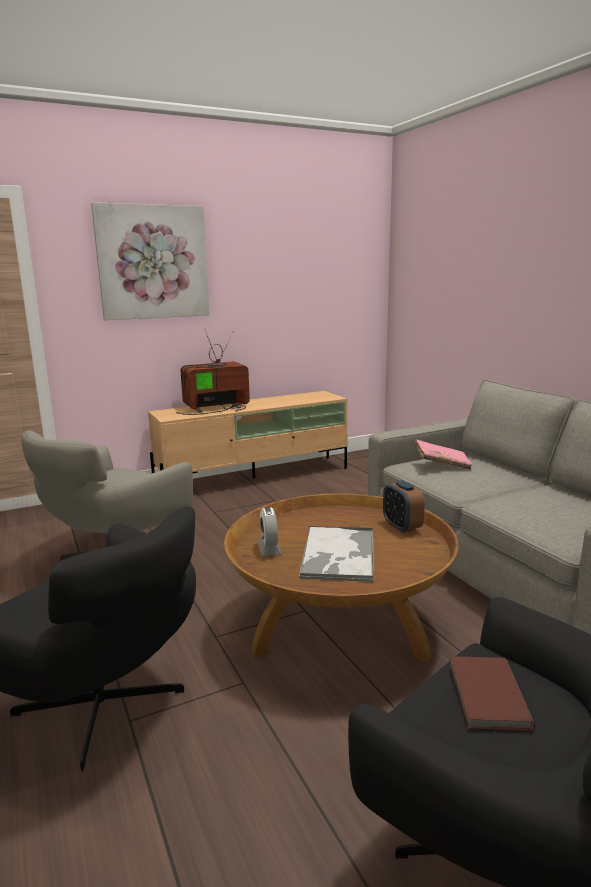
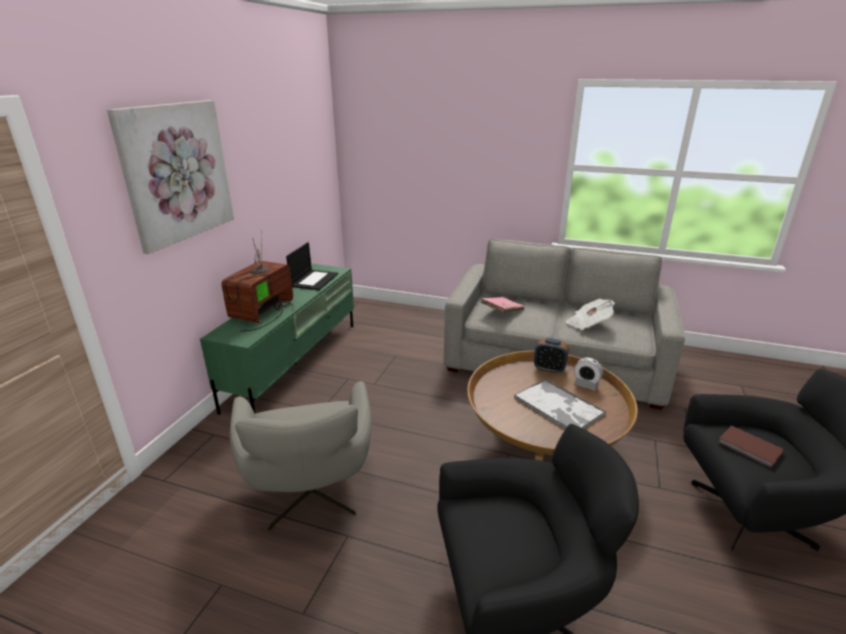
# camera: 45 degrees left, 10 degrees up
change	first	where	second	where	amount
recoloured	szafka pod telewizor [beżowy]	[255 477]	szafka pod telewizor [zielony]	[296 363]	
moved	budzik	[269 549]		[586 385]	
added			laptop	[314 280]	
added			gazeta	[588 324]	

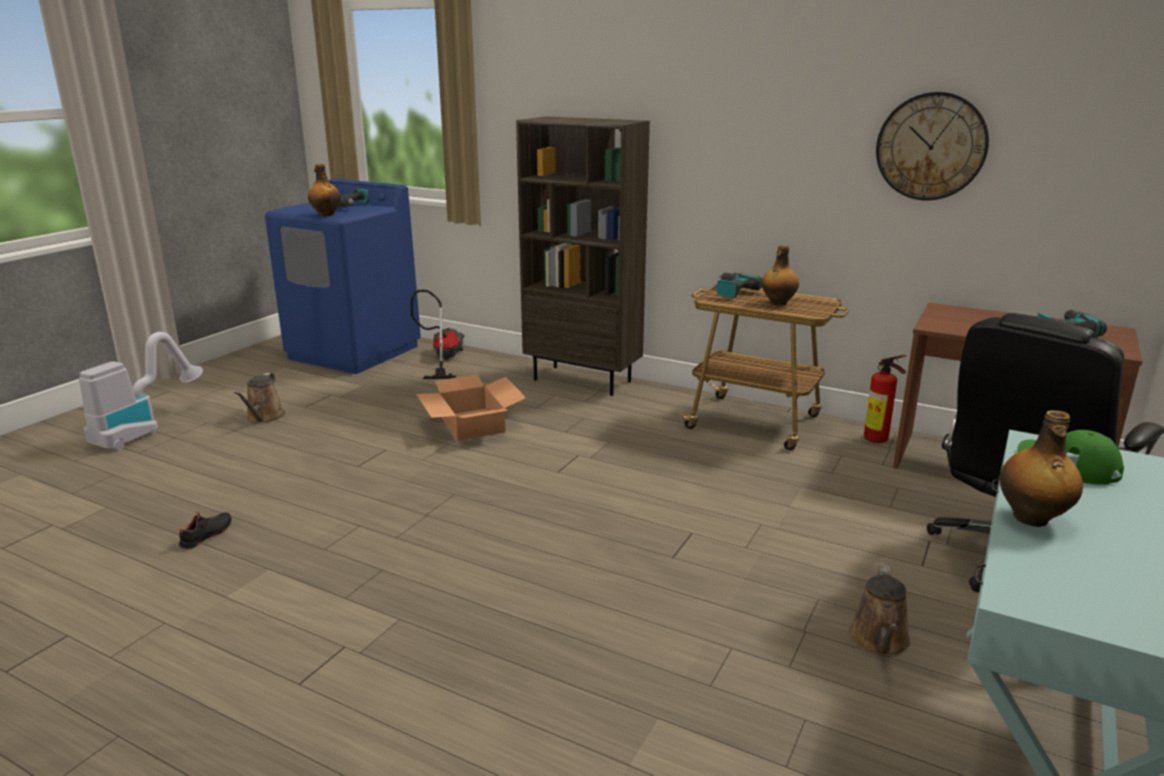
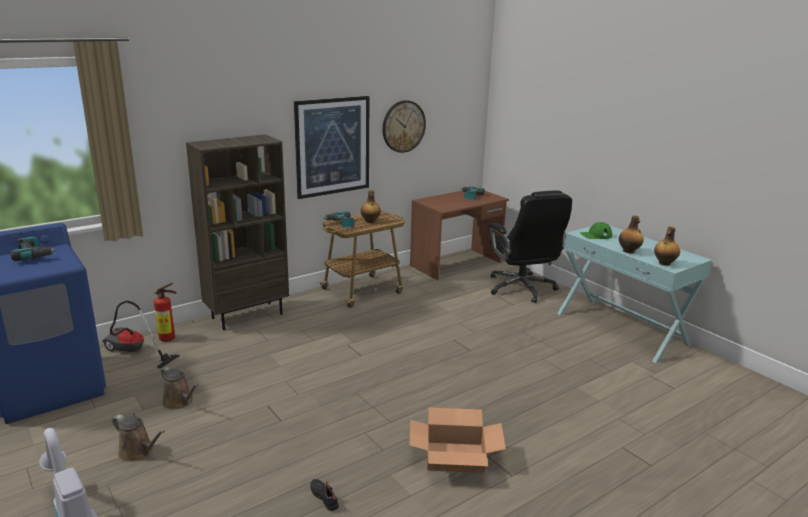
# camera: 65 degrees left, 0 degrees up
change	first	where	second	where	amount
moved	butelka	[326 215]		[664 263]	
moved	gaśnica	[878 441]		[169 339]	
moved	karton	[472 424]		[455 457]	
moved	konewka [brązowy]	[879 642]		[179 402]	
added			obraz	[332 146]	

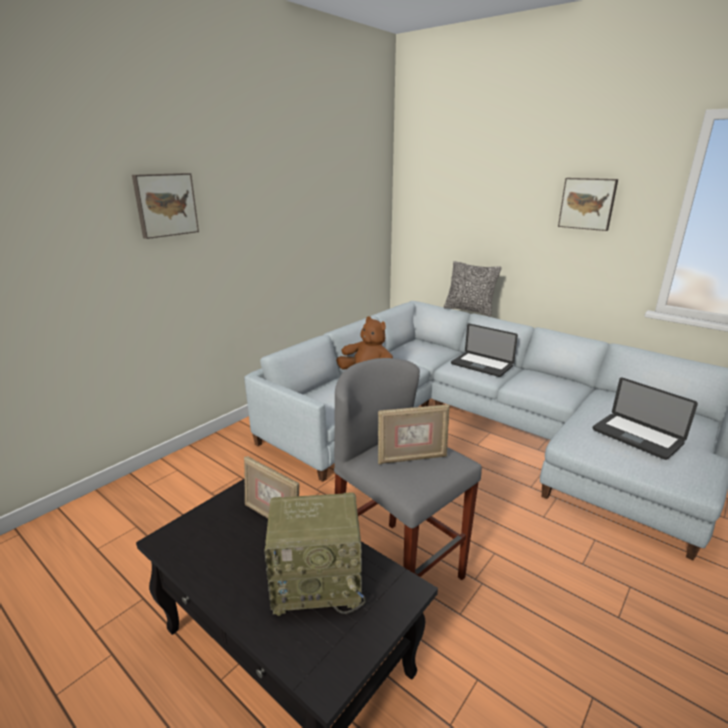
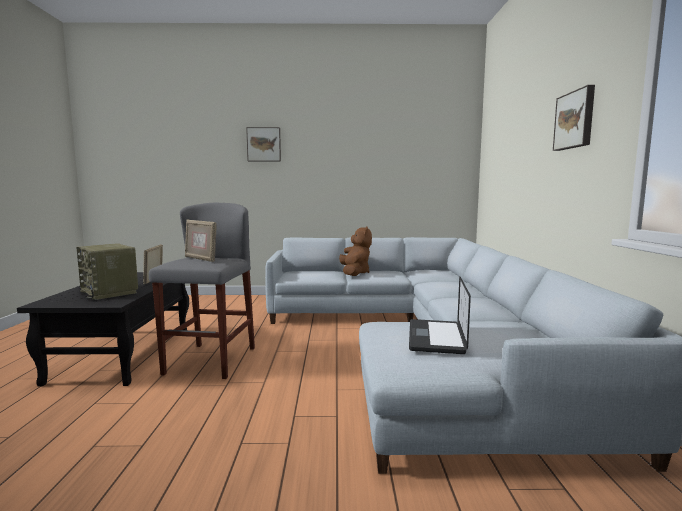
# camera: 50 degrees right, 15 degrees down
change	first	where	second	where	amount
removed	poduszka	[469 310]			
removed	laptop	[481 365]			

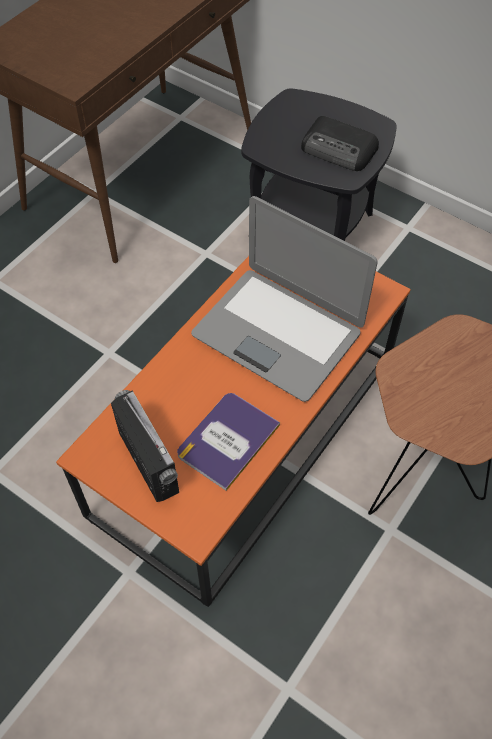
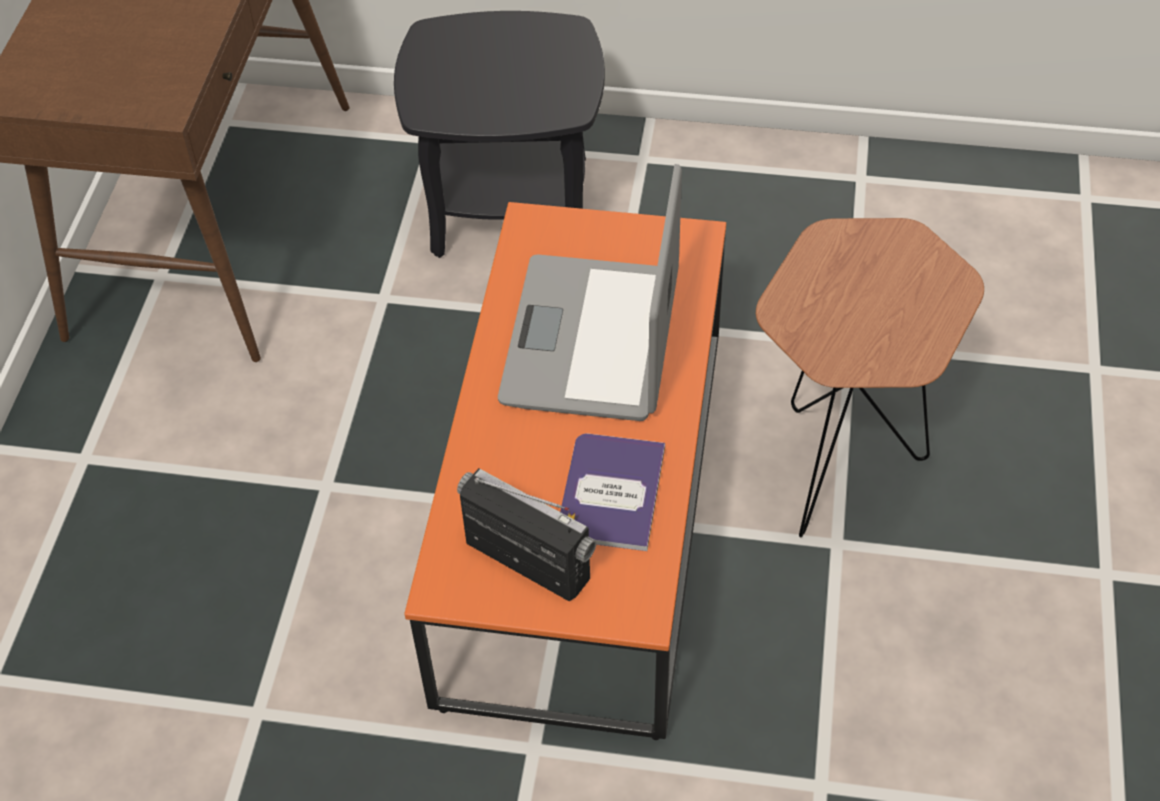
# camera: 25 degrees left, 5 degrees down
change	first	where	second	where	amount
removed	radio	[339 150]			
turned	laptop	[278 332]		[593 339]	90 degrees clockwise

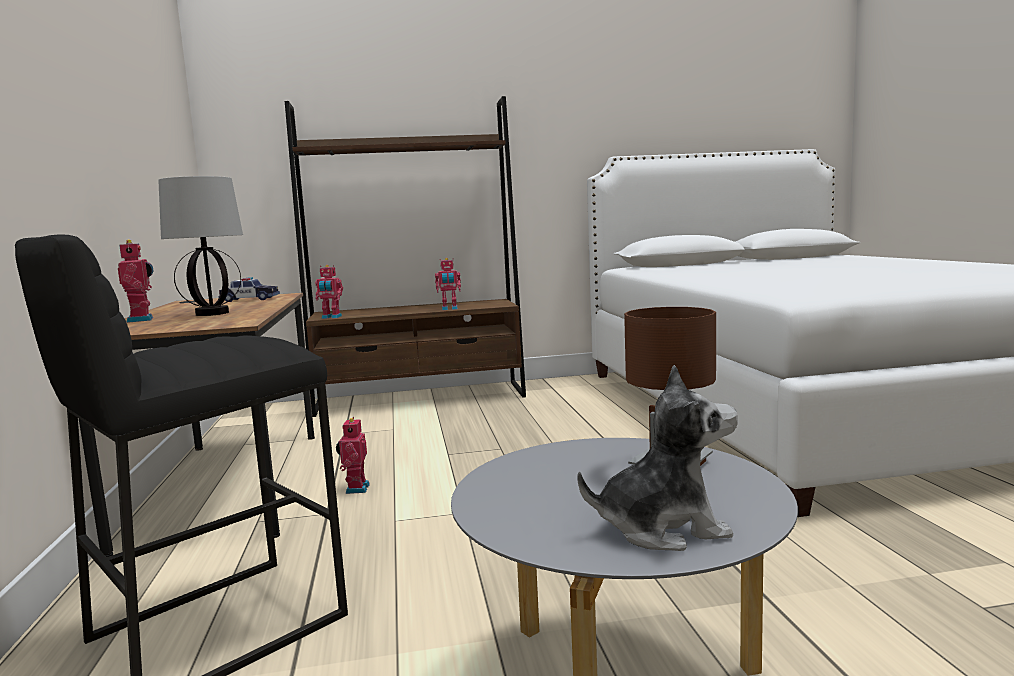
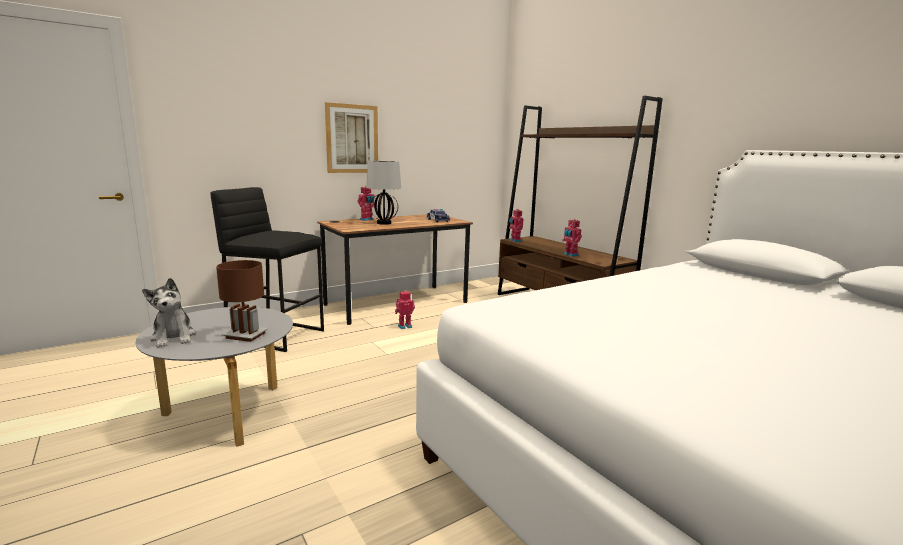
# camera: 65 degrees right, 5 degrees up
change	first	where	second	where	amount
added			obraz	[352 139]	

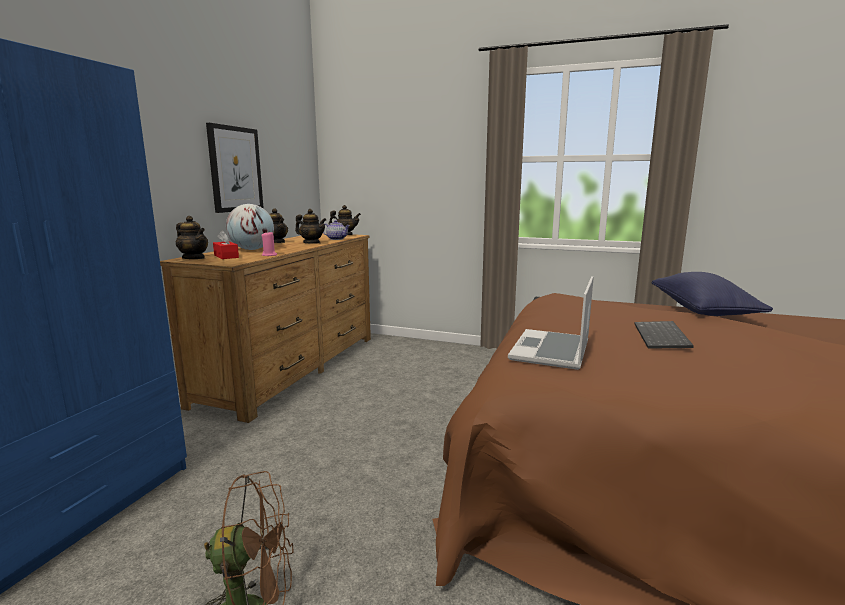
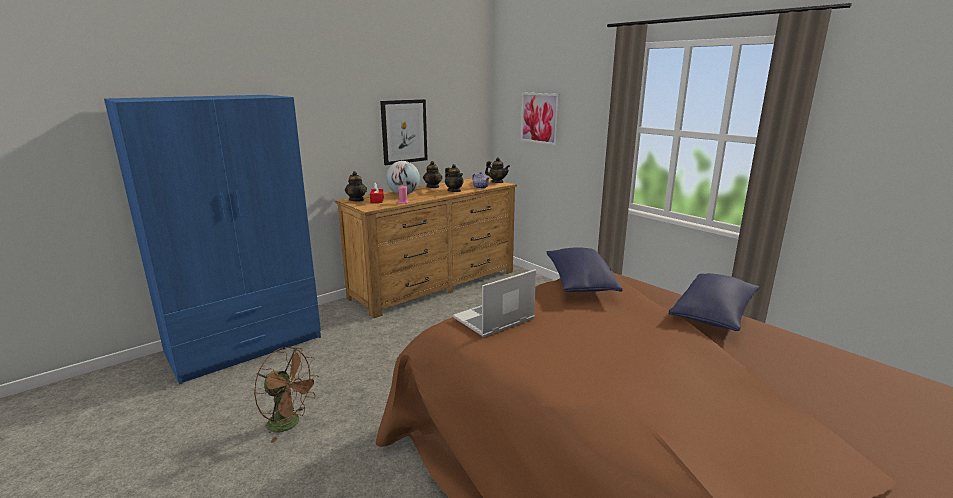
# camera: 30 degrees right, 5 degrees up
change	first	where	second	where	amount
removed	klawiatura	[663 337]			
added			obraz	[540 118]	
added			poduszka [niebieski]	[579 283]	

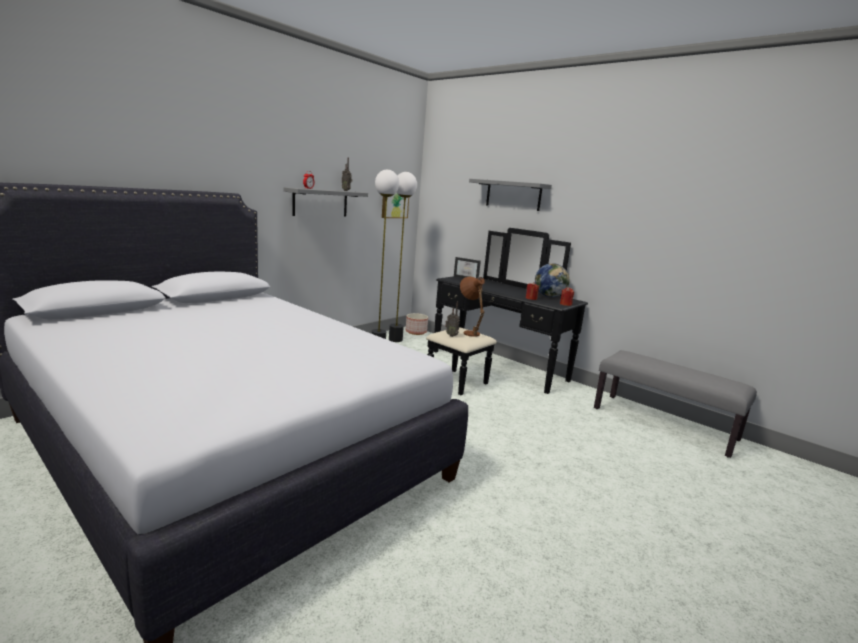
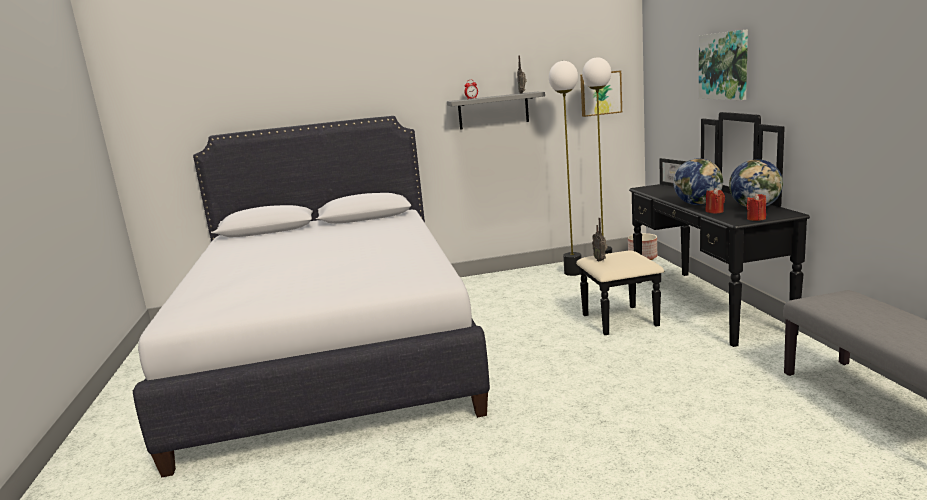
# camera: 40 degrees right, 0 degrees up
change	first	where	second	where	amount
replaced	półka [szary]	[513 195]	obraz	[724 65]	
removed	lampa stołowa [brązowy]	[469 332]			
added			globus	[698 204]	

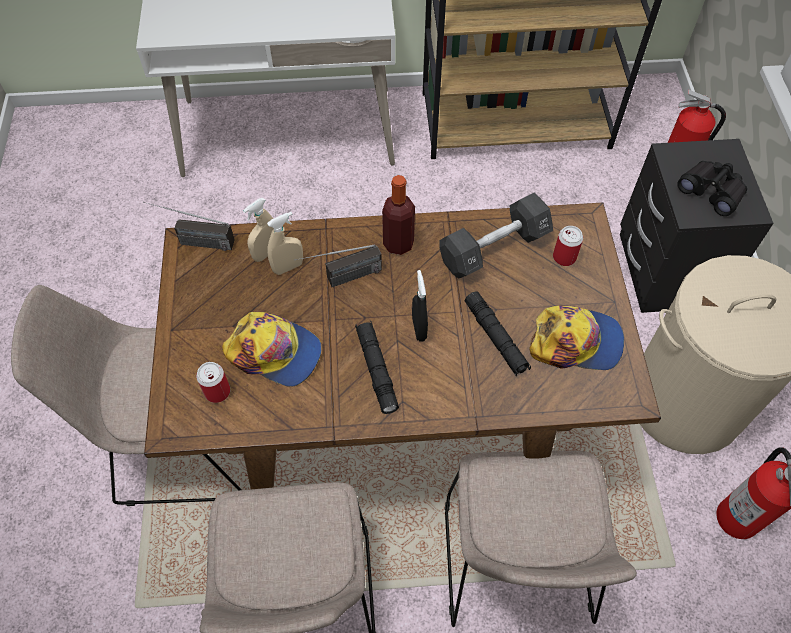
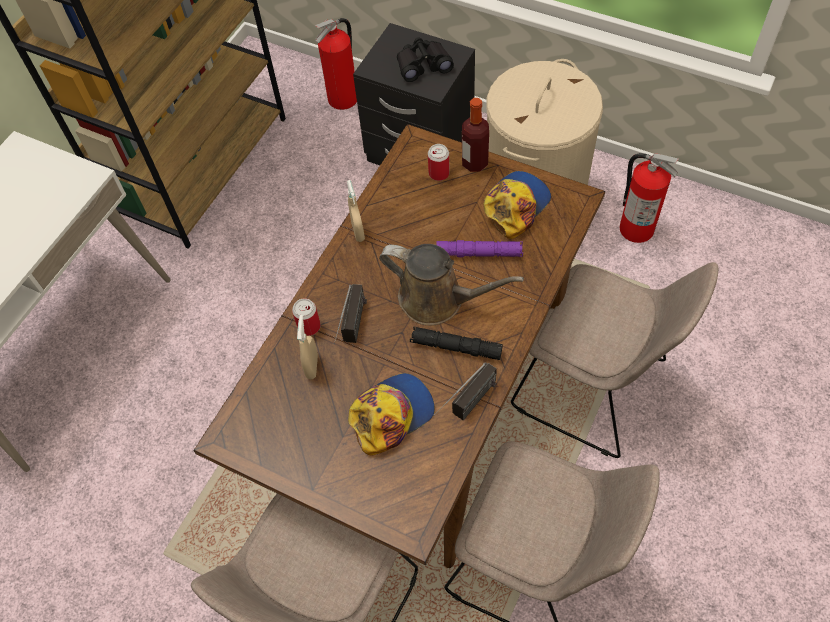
# camera: 55 degrees left, 0 degrees up
change	first	where	second	where	amount
moved	butelka	[398 244]		[474 163]	
removed	hantel [czarny]	[494 248]			
moved	spryskiwacz [beżowy]	[266 253]		[358 232]	
moved	radio	[193 242]		[466 409]	
replaced	spryskiwacz [czarny]	[419 328]	konewka [brązowy]	[437 299]	
recoloured	latarka [czarny]	[495 337]	latarka [fioletowy]	[479 253]	
moved	puszka	[217 391]		[309 326]	

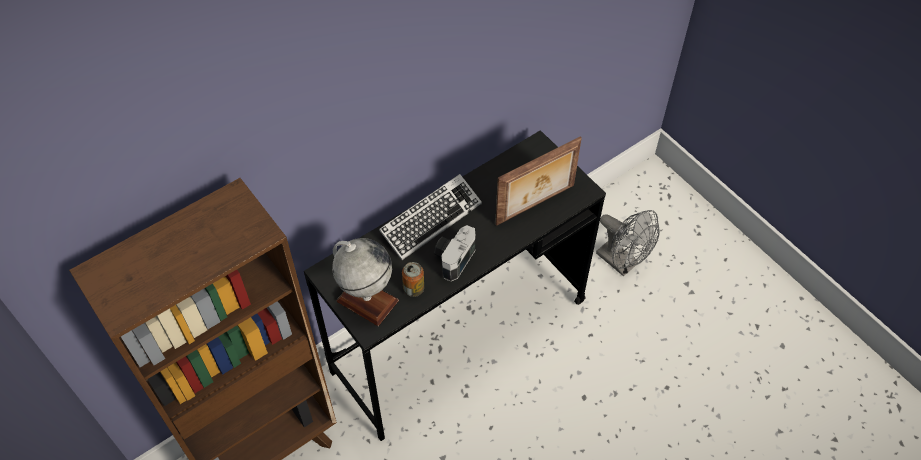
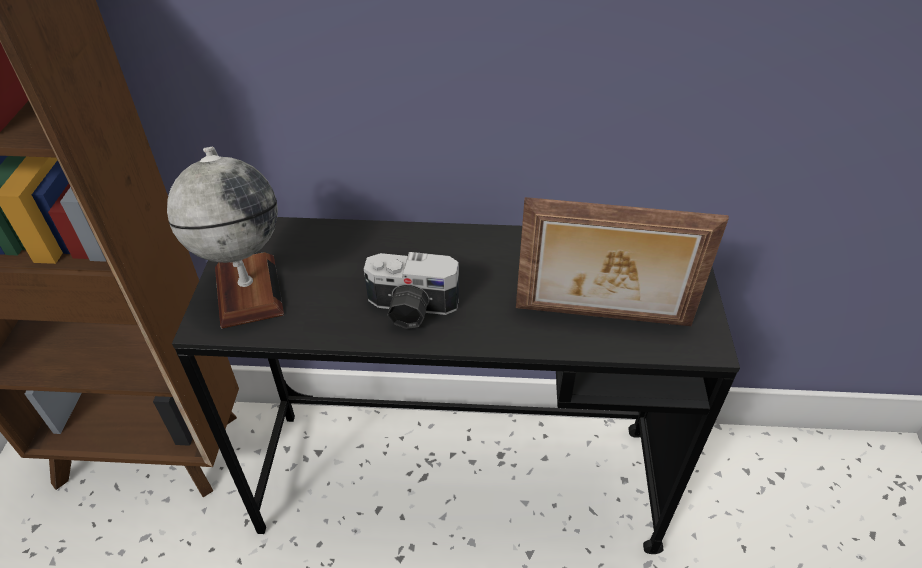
# camera: 40 degrees right, 10 degrees down
change	first	where	second	where	amount
removed	klawiatura	[430 220]			
removed	wentylator [szary]	[622 263]			
turned	aparat fotograficzny	[452 257]		[411 309]	150 degrees counterclockwise
removed	puszka	[413 289]			

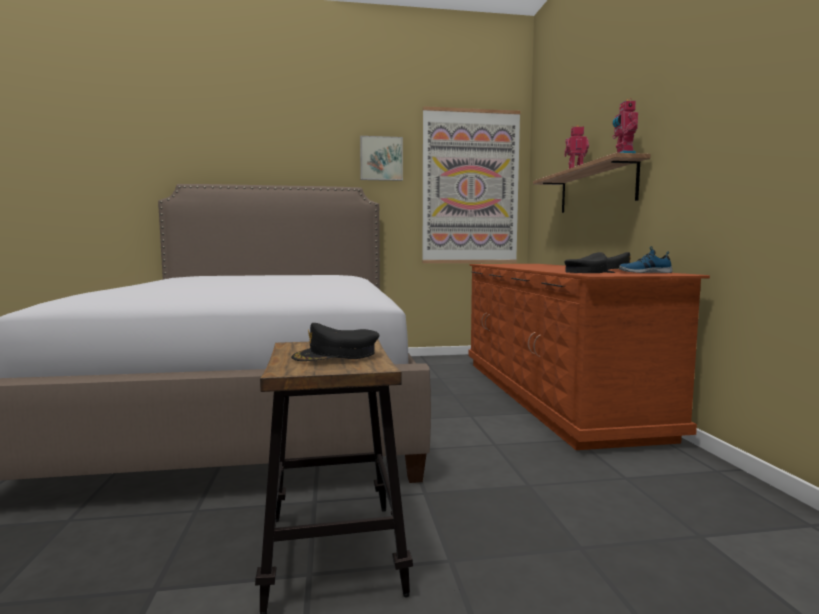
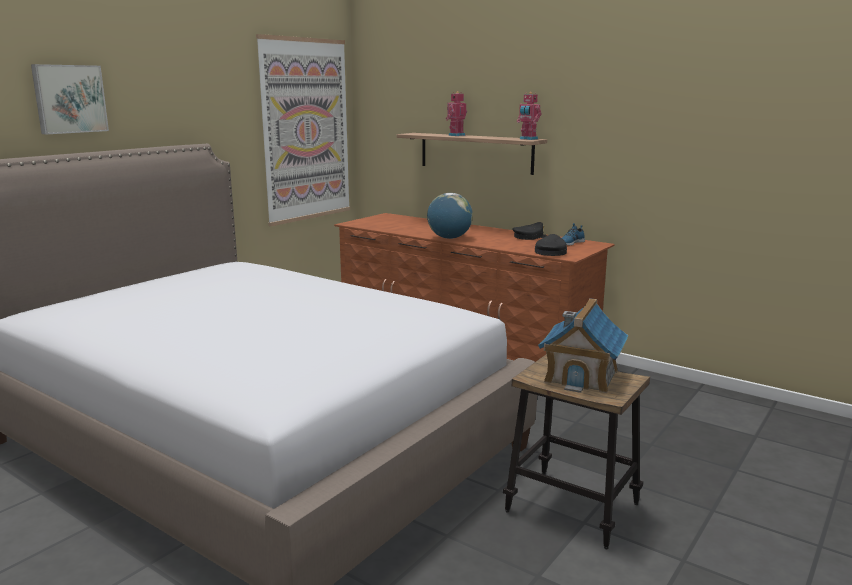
# camera: 45 degrees left, 10 degrees up
change	first	where	second	where	amount
moved	obraz	[381 159]		[69 99]	
replaced	czapka z daszkiem [czarny]	[336 355]	domek	[581 376]	
added			globus	[449 238]	

